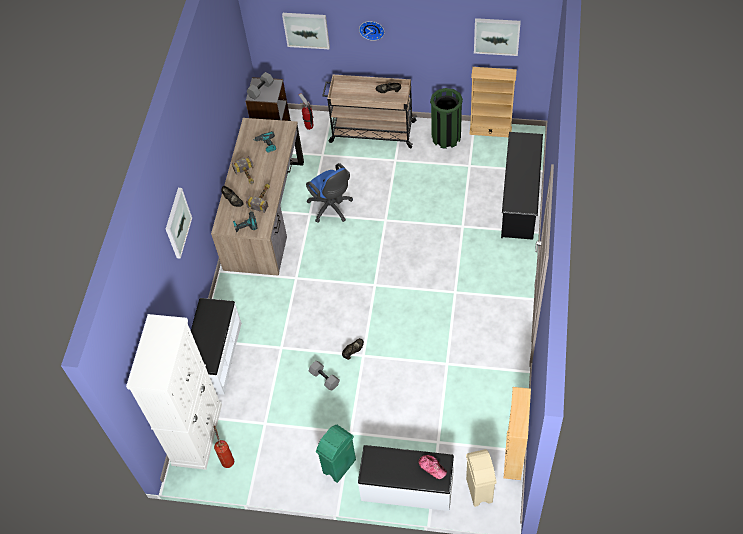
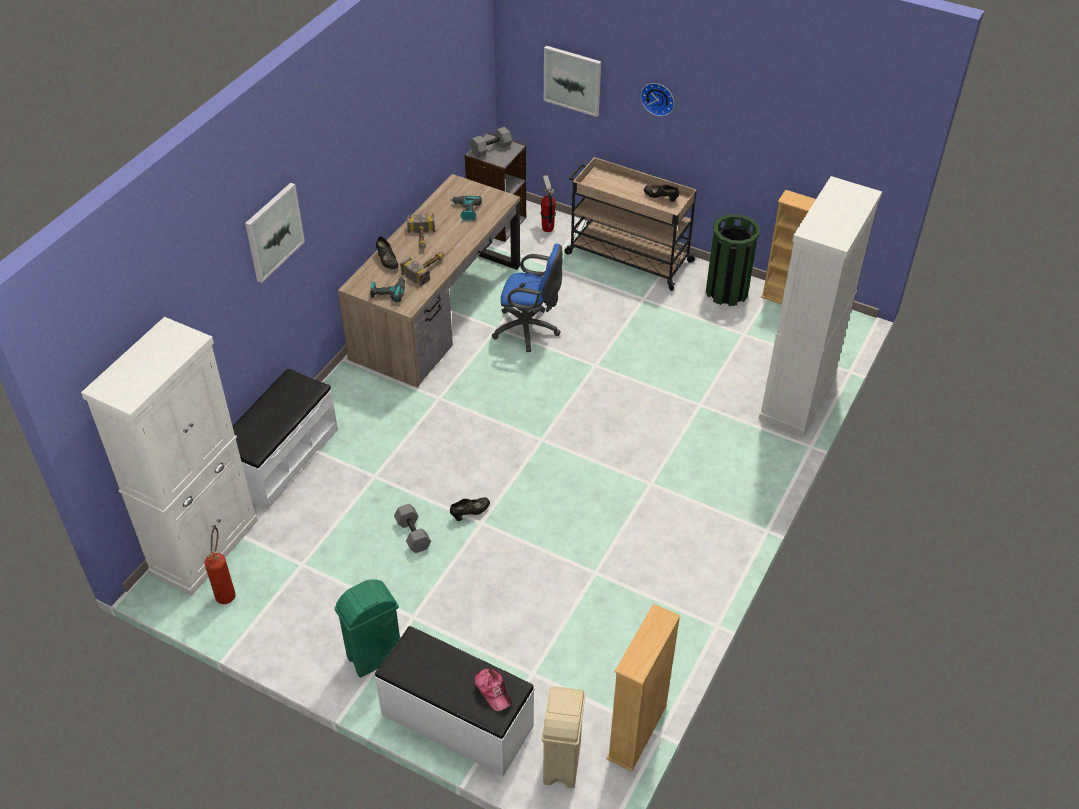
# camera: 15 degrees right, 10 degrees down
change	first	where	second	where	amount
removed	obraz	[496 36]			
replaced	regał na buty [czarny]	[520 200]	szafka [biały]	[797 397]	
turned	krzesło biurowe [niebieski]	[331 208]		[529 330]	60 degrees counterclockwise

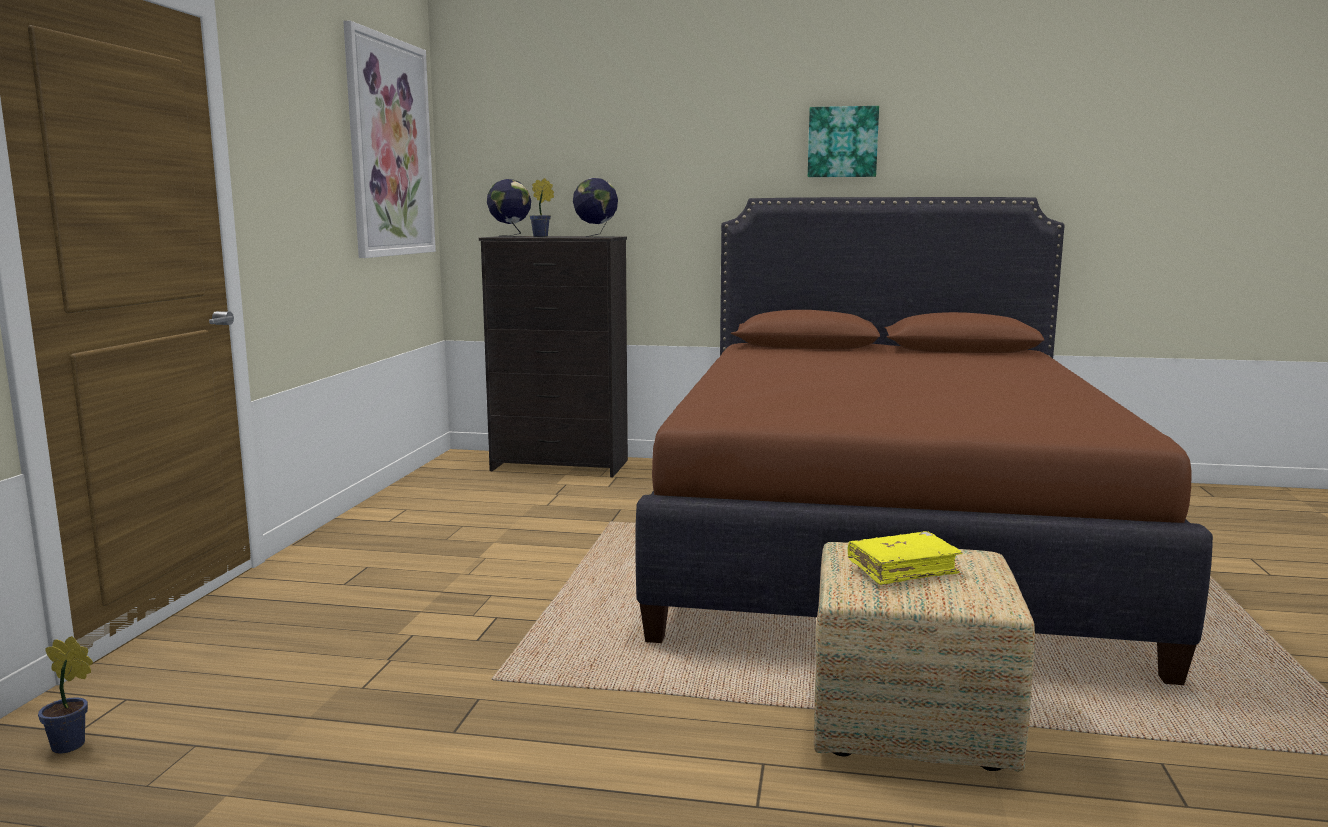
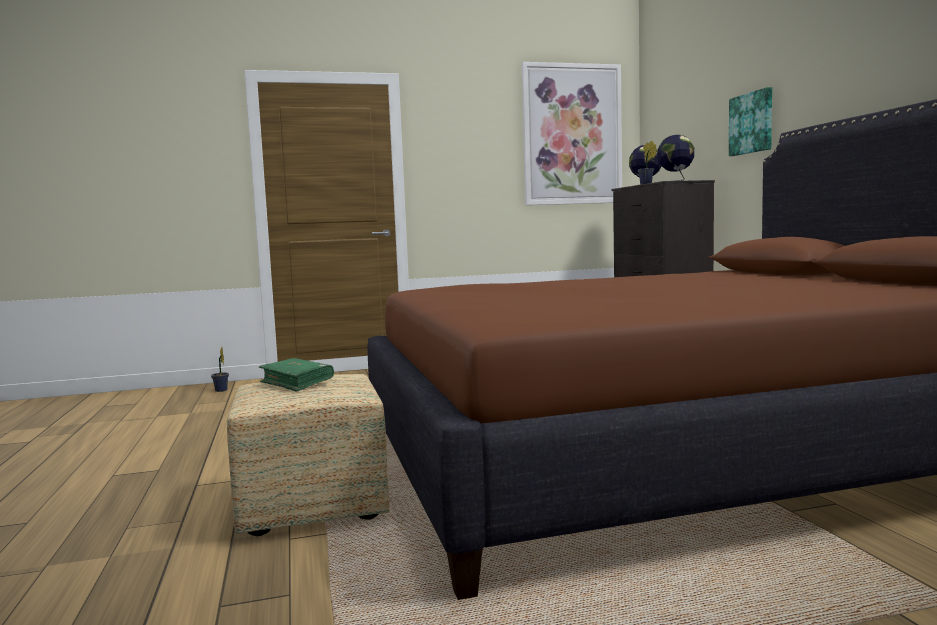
# camera: 65 degrees right, 5 degrees down
change	first	where	second	where	amount
moved	obraz	[842 142]		[752 123]	
recoloured	książka [żółty]	[902 569]	książka [zielony]	[297 383]	

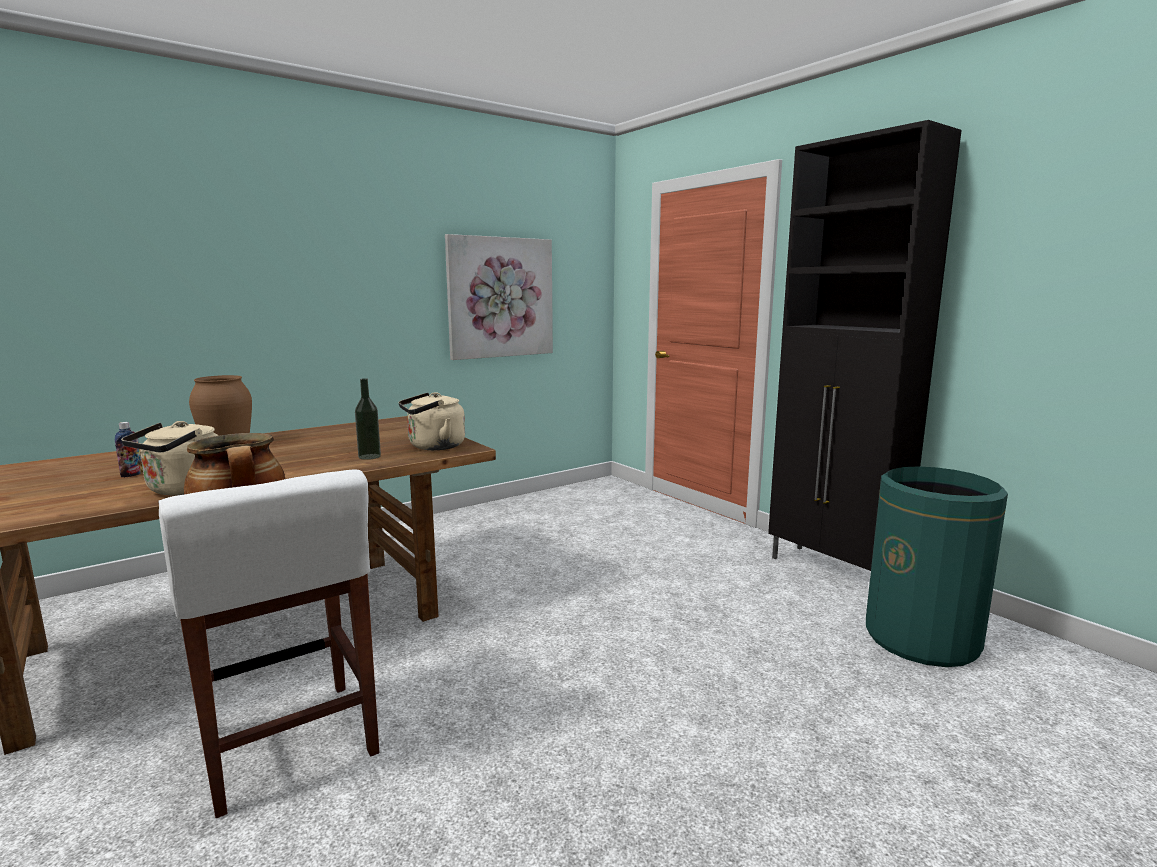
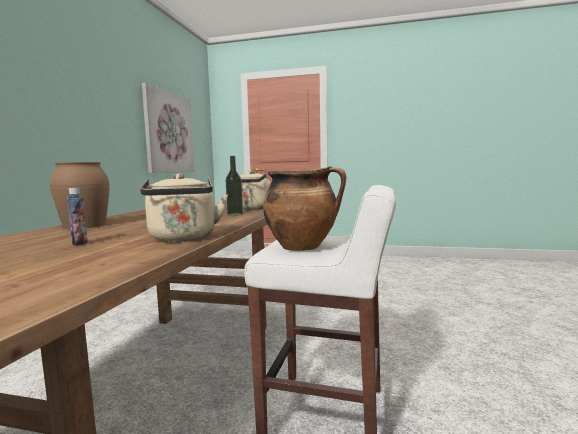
# camera: 40 degrees left, 5 degrees down
change	first	where	second	where	amount
removed	szafka [czarny]	[834 571]			
removed	kosz na śmieci [zielony]	[921 639]			

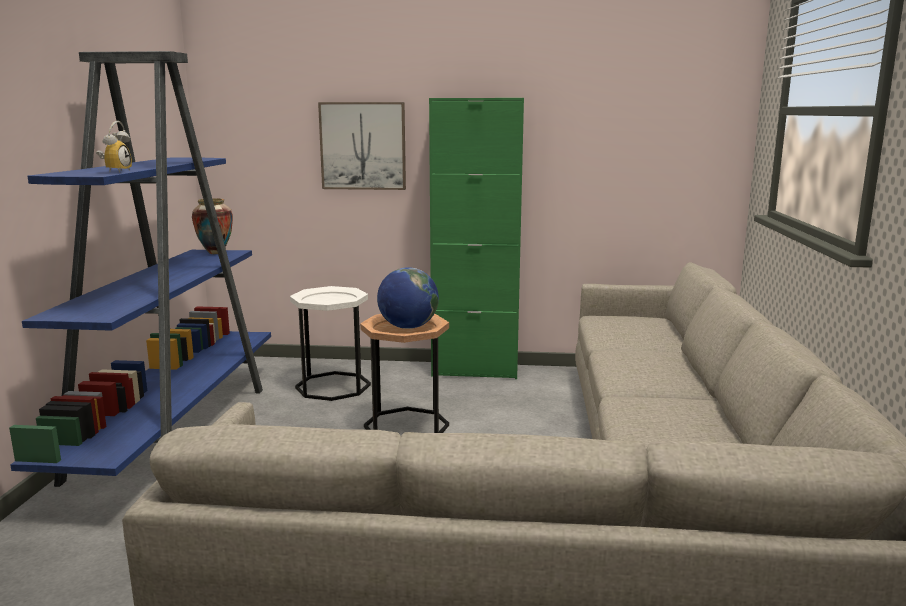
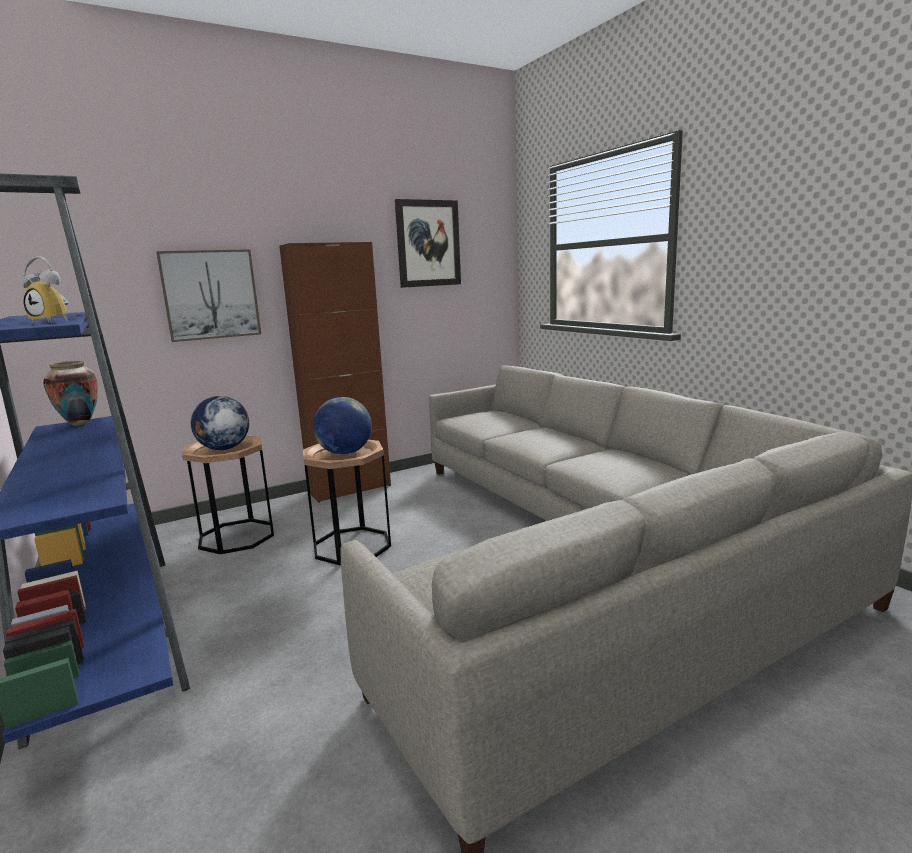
# camera: 35 degrees left, 0 degrees up
change	first	where	second	where	amount
recoloured	szafka [zielony]	[475 371]	szafka [brązowy]	[349 489]	
turned	budzik	[116 171]		[56 322]	135 degrees clockwise
recoloured	stolik [biały]	[333 386]	stolik [brązowy]	[237 536]	
added			obraz	[428 243]	
added			globus	[223 449]	

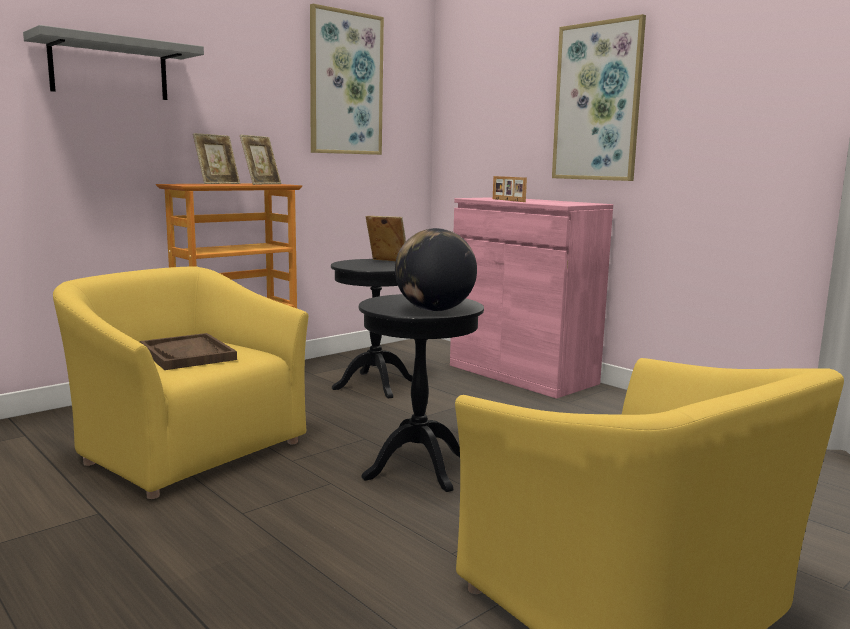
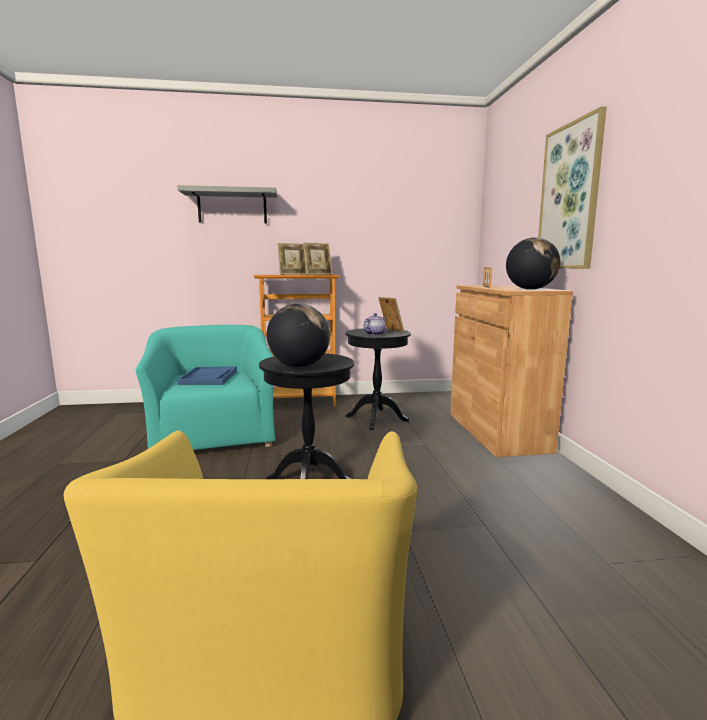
# camera: 35 degrees right, 0 degrees up
change	first	where	second	where	amount
removed	obraz	[345 84]			
recoloured	szafka [różowy]	[522 374]	szafka [brązowy]	[497 432]	
recoloured	fotel [żółty]	[186 449]	fotel [turkusowy]	[214 435]	
recoloured	taca [brązowy]	[187 354]	taca [niebieski]	[209 378]	
added			globus	[530 289]	
added			imbryk	[374 334]	

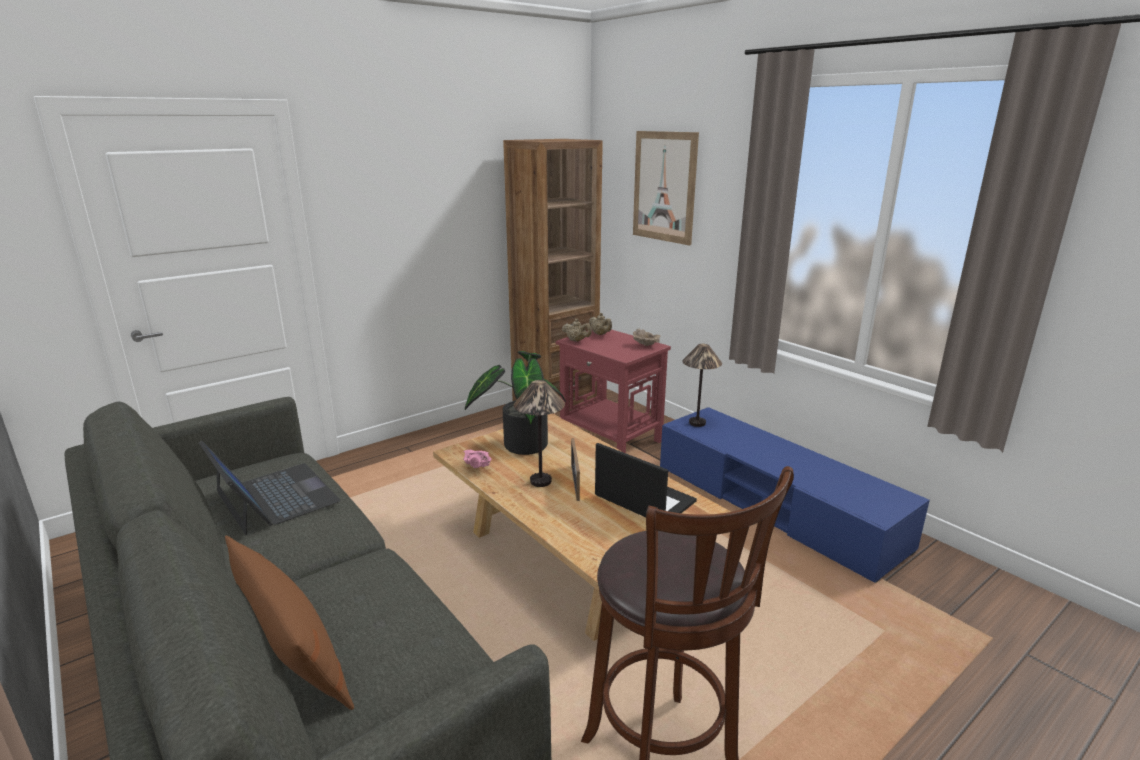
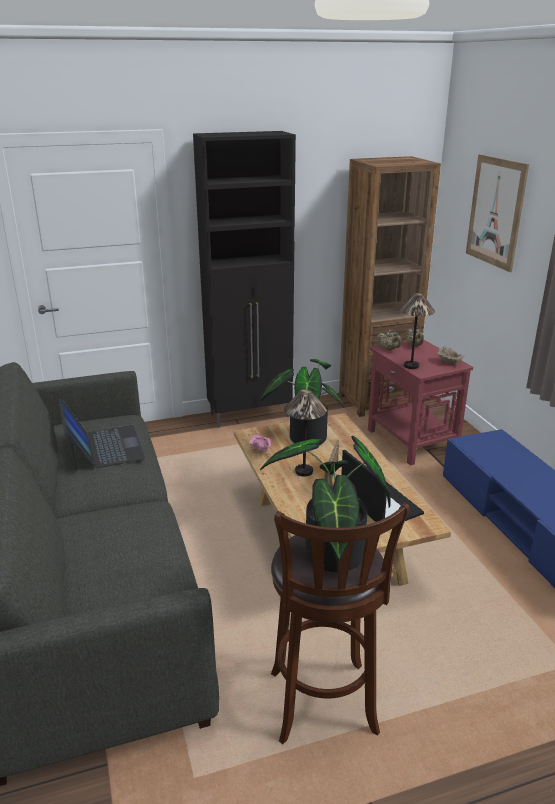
# camera: 20 degrees right, 5 degrees up
change	first	where	second	where	amount
moved	lampa stołowa	[697 423]		[411 366]	
removed	poduszka [brązowy]	[292 655]			
added			szafka [czarny]	[251 416]	
added			roślina doniczkowa	[330 558]	

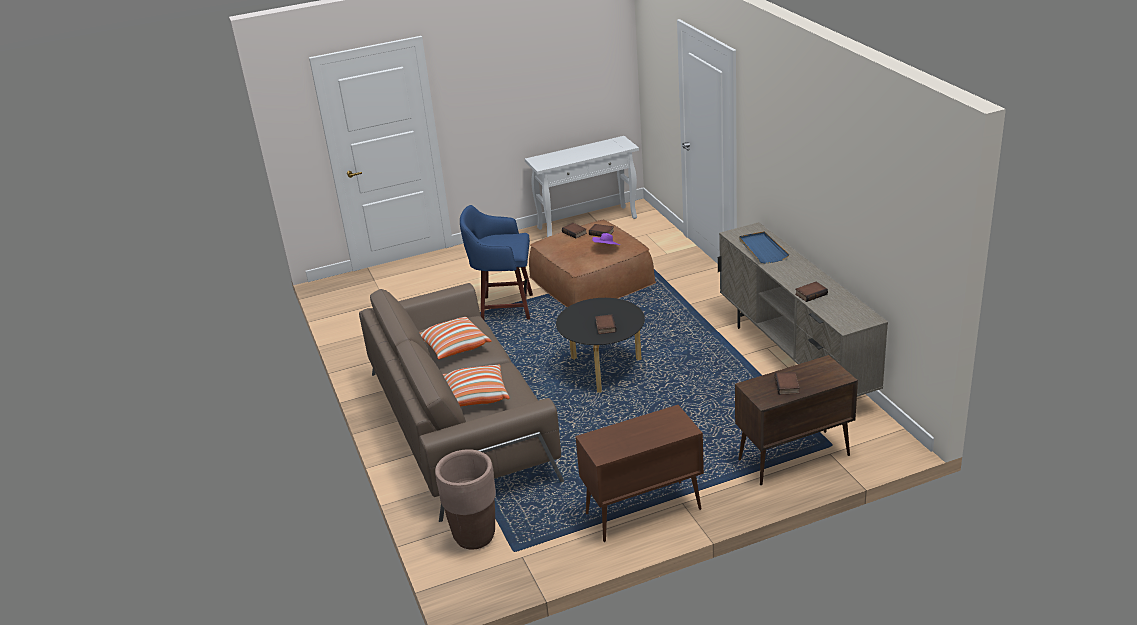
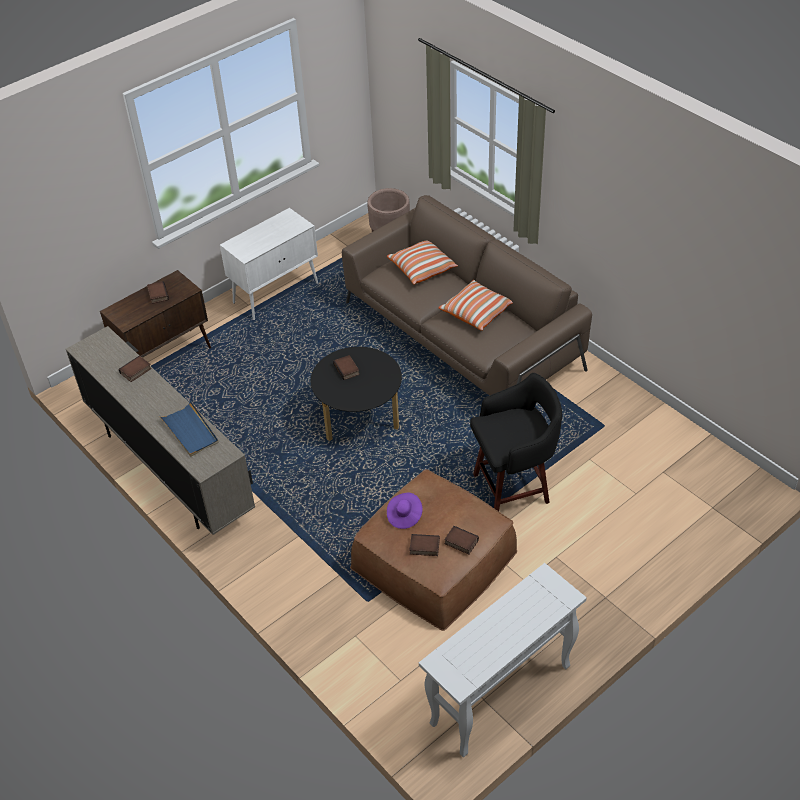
# camera: 160 degrees right, 15 degrees up
change	first	where	second	where	amount
recoloured	stołek [niebieski]	[504 308]	stołek [czarny]	[513 487]	
recoloured	szafka [brązowy]	[642 512]	szafka [biały]	[276 292]	

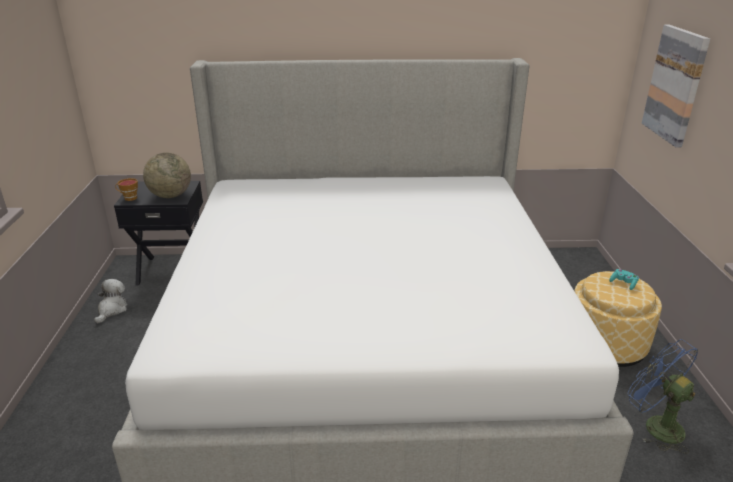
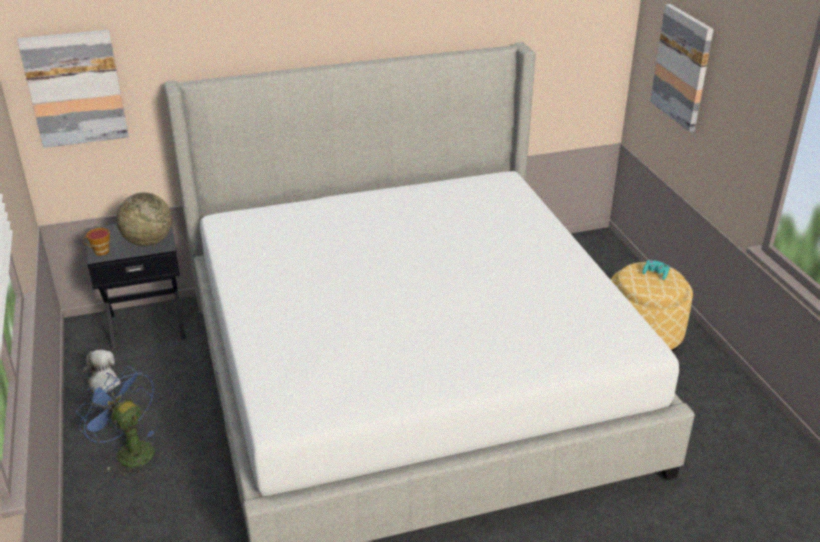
# camera: 15 degrees left, 5 degrees up
change	first	where	second	where	amount
moved	wentylator [niebieski]	[655 425]		[129 451]	
added			obraz	[75 88]	

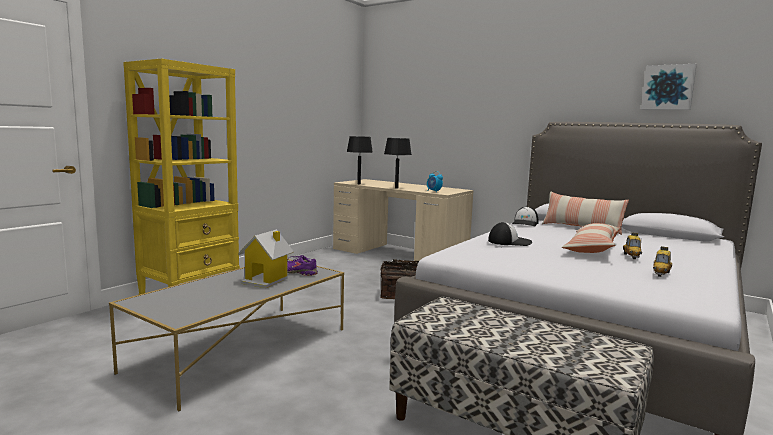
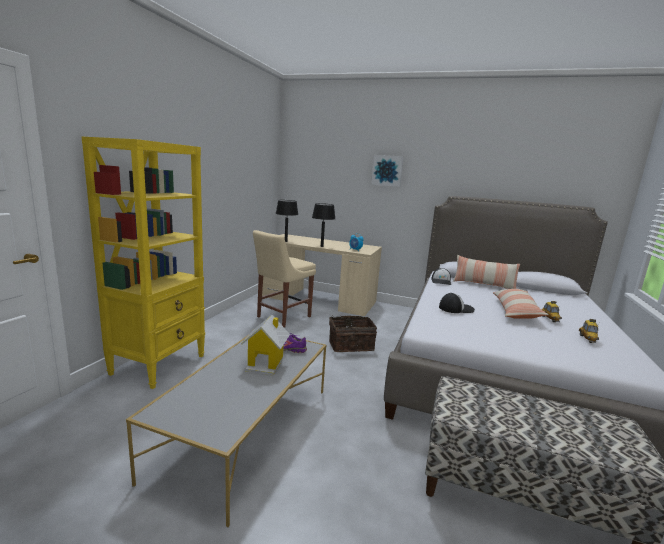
# camera: 15 degrees left, 5 degrees up
change	first	where	second	where	amount
moved	obraz	[668 87]		[387 170]	
added			krzesło [beżowy]	[282 317]	

